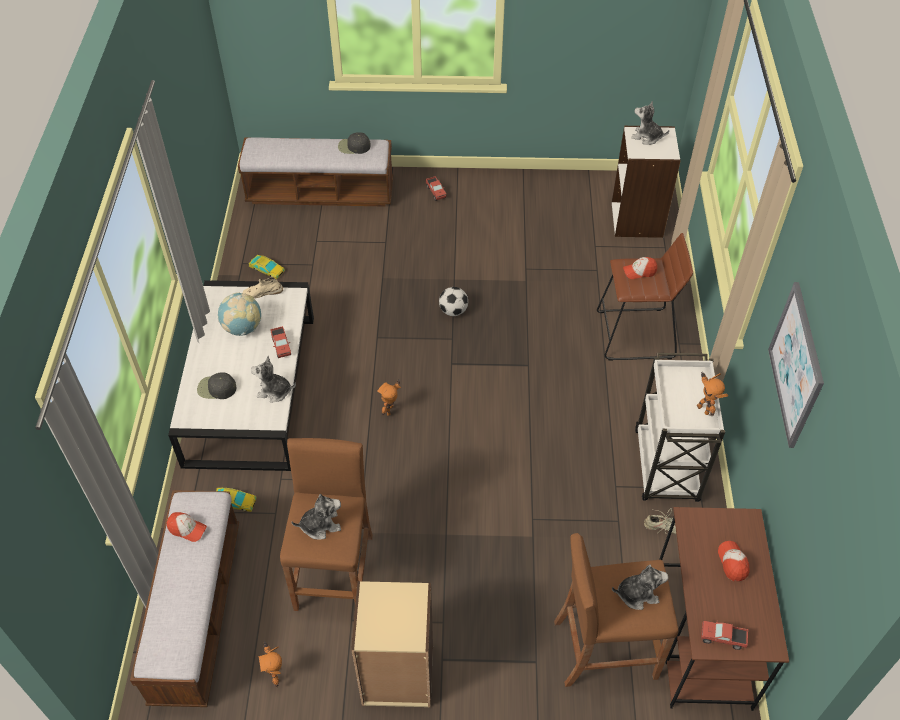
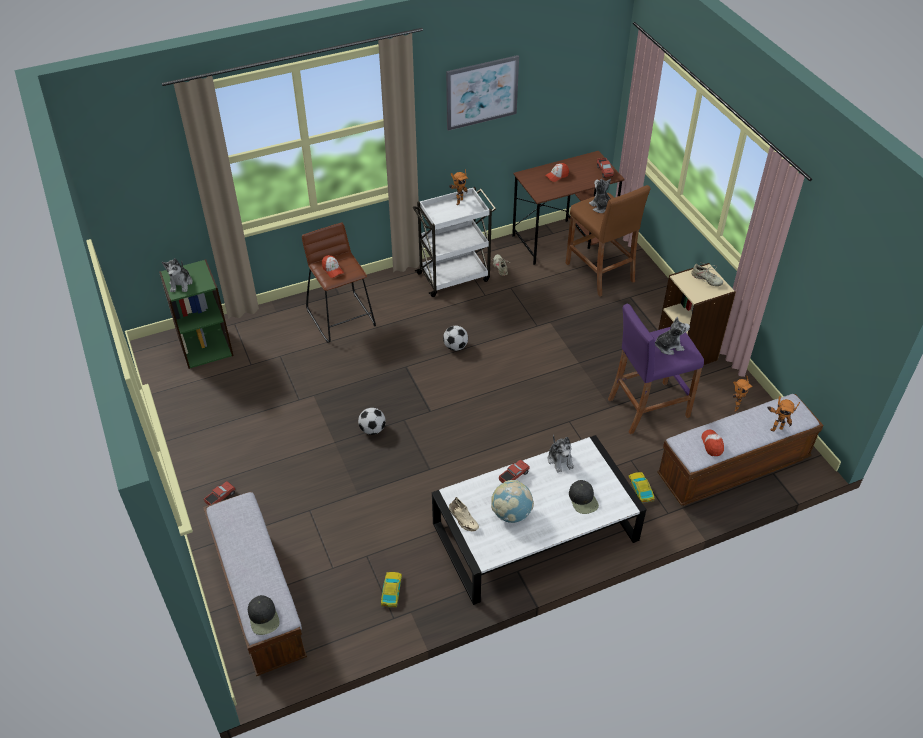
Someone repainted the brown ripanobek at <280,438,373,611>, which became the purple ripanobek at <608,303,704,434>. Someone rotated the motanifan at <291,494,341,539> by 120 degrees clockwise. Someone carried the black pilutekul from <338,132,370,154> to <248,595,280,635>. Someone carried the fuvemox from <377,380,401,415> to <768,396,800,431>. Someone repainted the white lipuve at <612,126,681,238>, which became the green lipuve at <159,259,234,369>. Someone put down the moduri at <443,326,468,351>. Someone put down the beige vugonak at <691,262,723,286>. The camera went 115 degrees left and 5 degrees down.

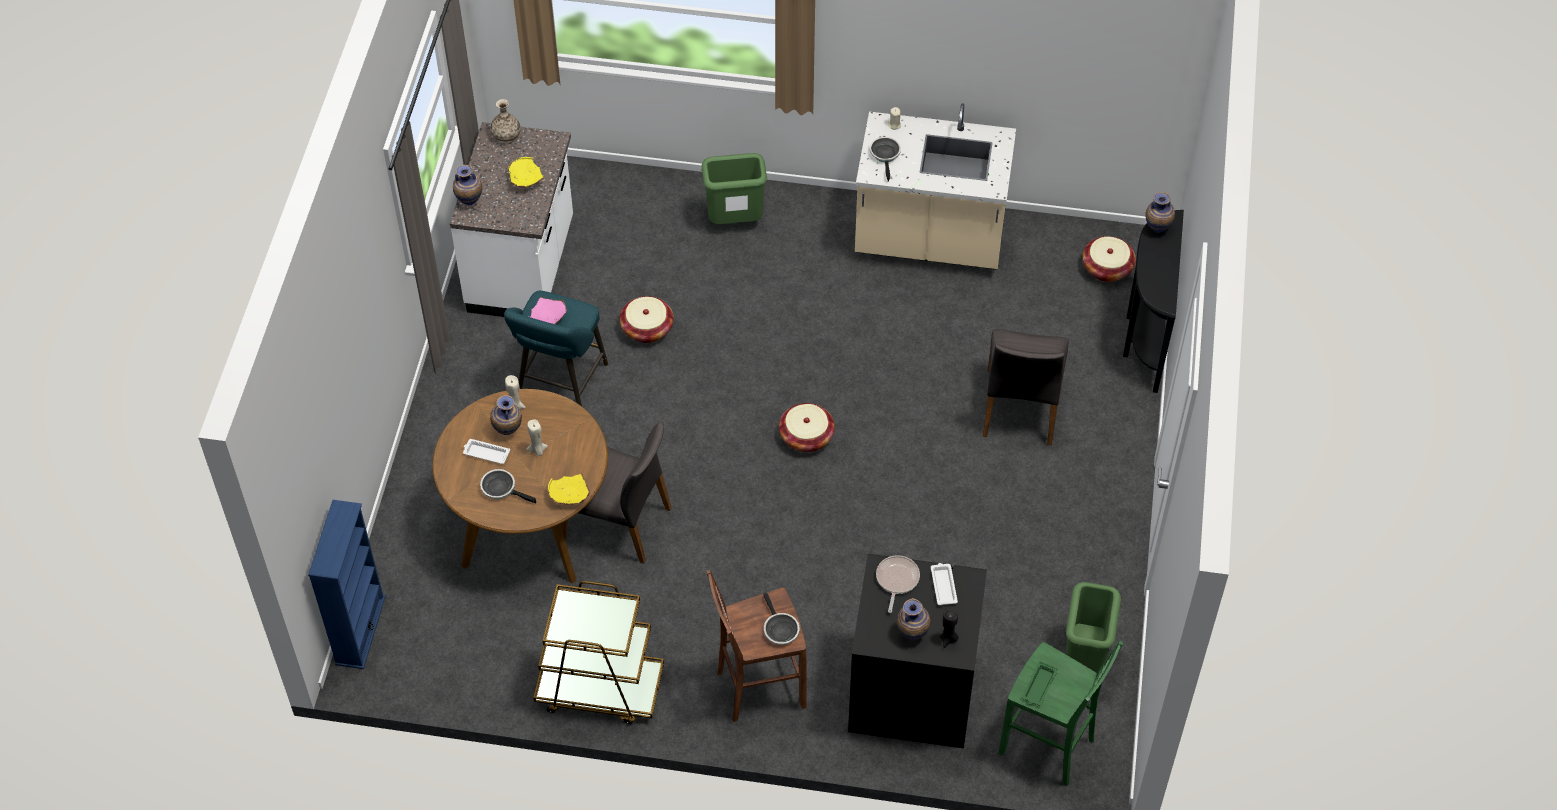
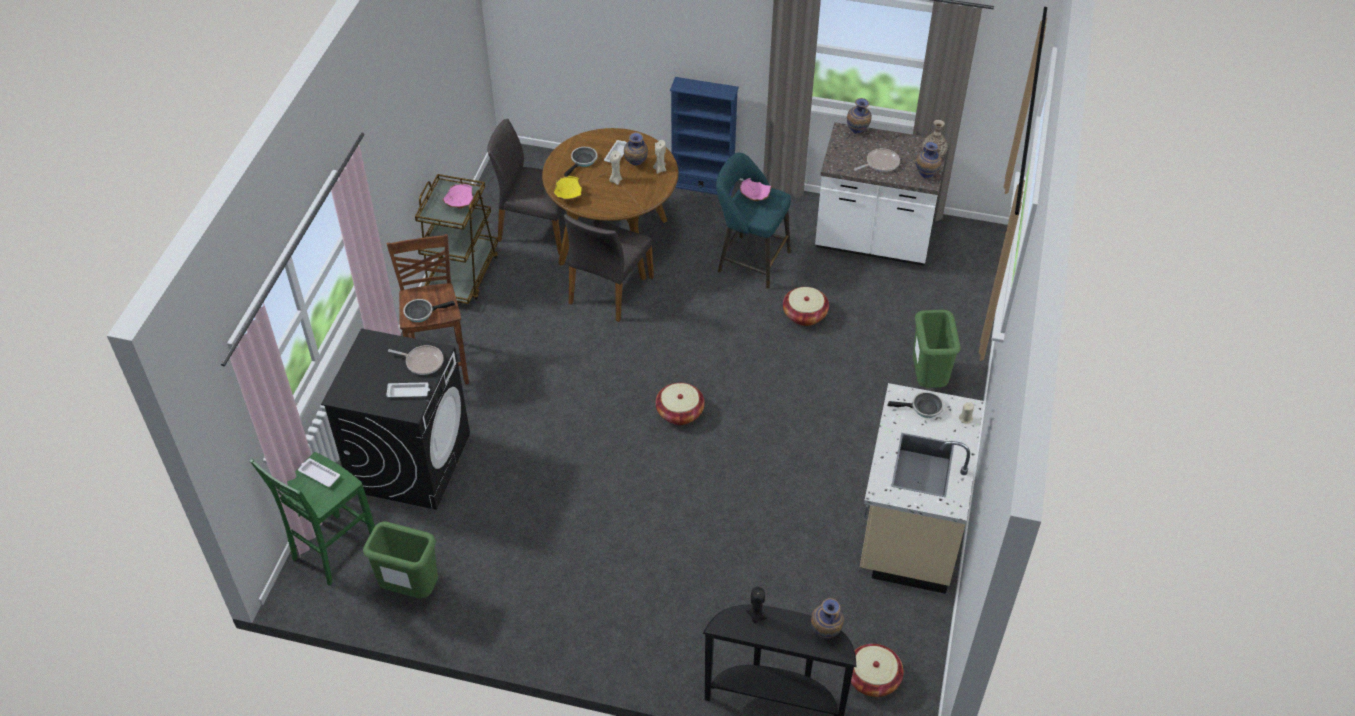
Someone carried the blue lipuve from <308,500,386,669> to <670,77,739,197>. Someone swapped the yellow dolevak at <508,157,544,188> for the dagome at <854,148,900,172>. Someone carried the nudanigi from <897,598,931,640> to <916,141,942,179>. Someone carried the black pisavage from <940,611,959,648> to <746,587,767,623>. Someone carried the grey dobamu from <983,329,1069,445> to <487,119,563,255>. Someone repainted the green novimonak at <1022,661,1058,706>, which became the white novimonak at <298,458,340,487>. Someone put down the pink dolevak at <443,184,473,208>. The camera went 95 degrees right and 5 degrees down.

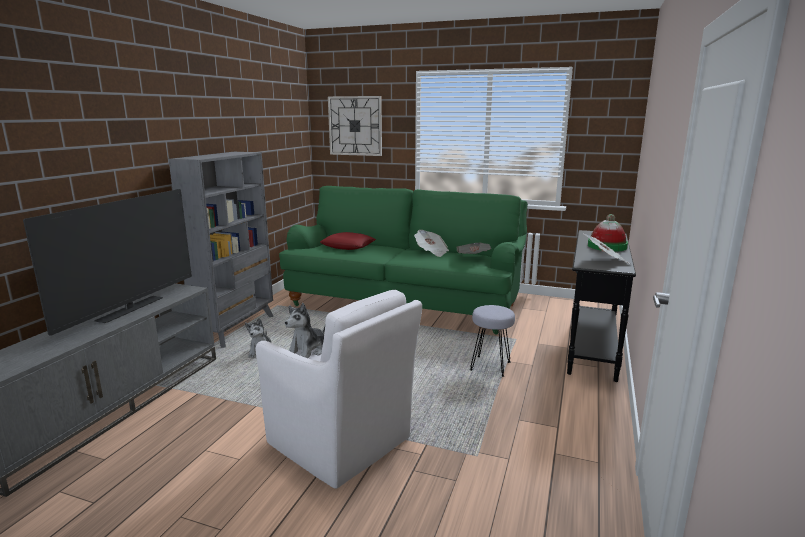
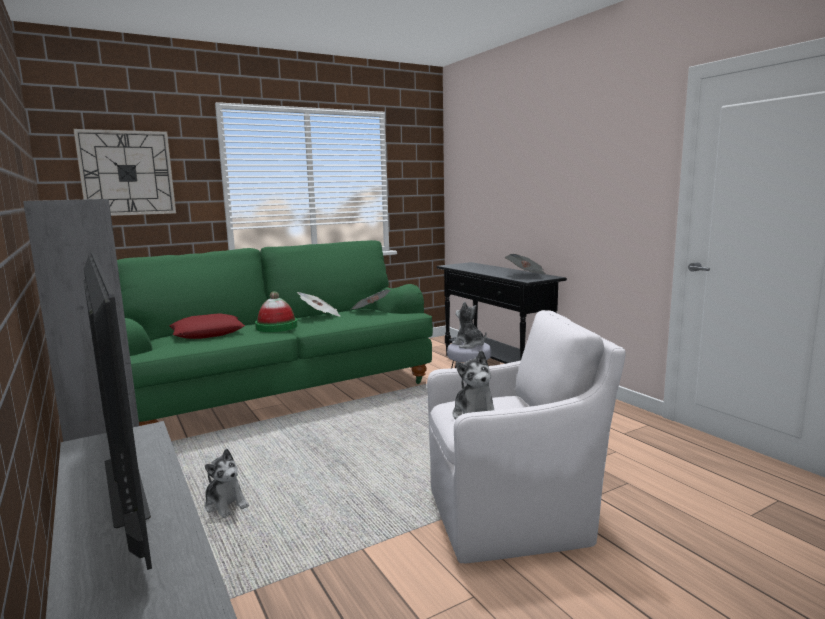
Someone carried the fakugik from <588,214,628,252> to <255,291,297,332>. Someone put down the motanifan at <452,302,486,349>. The camera went 50 degrees left and 5 degrees down.

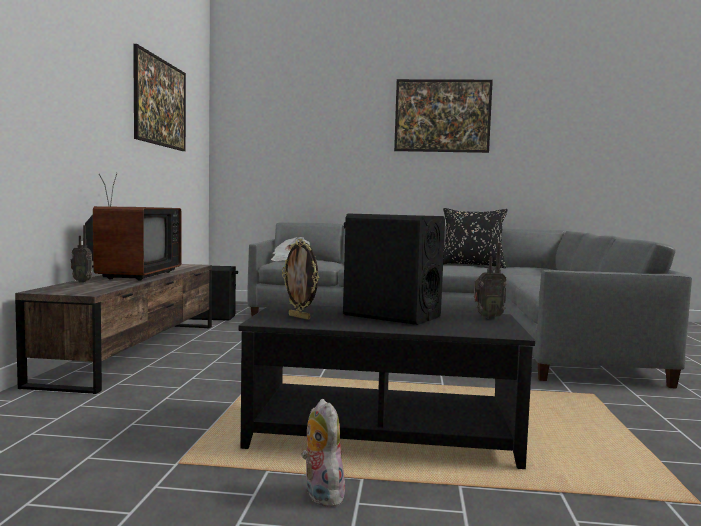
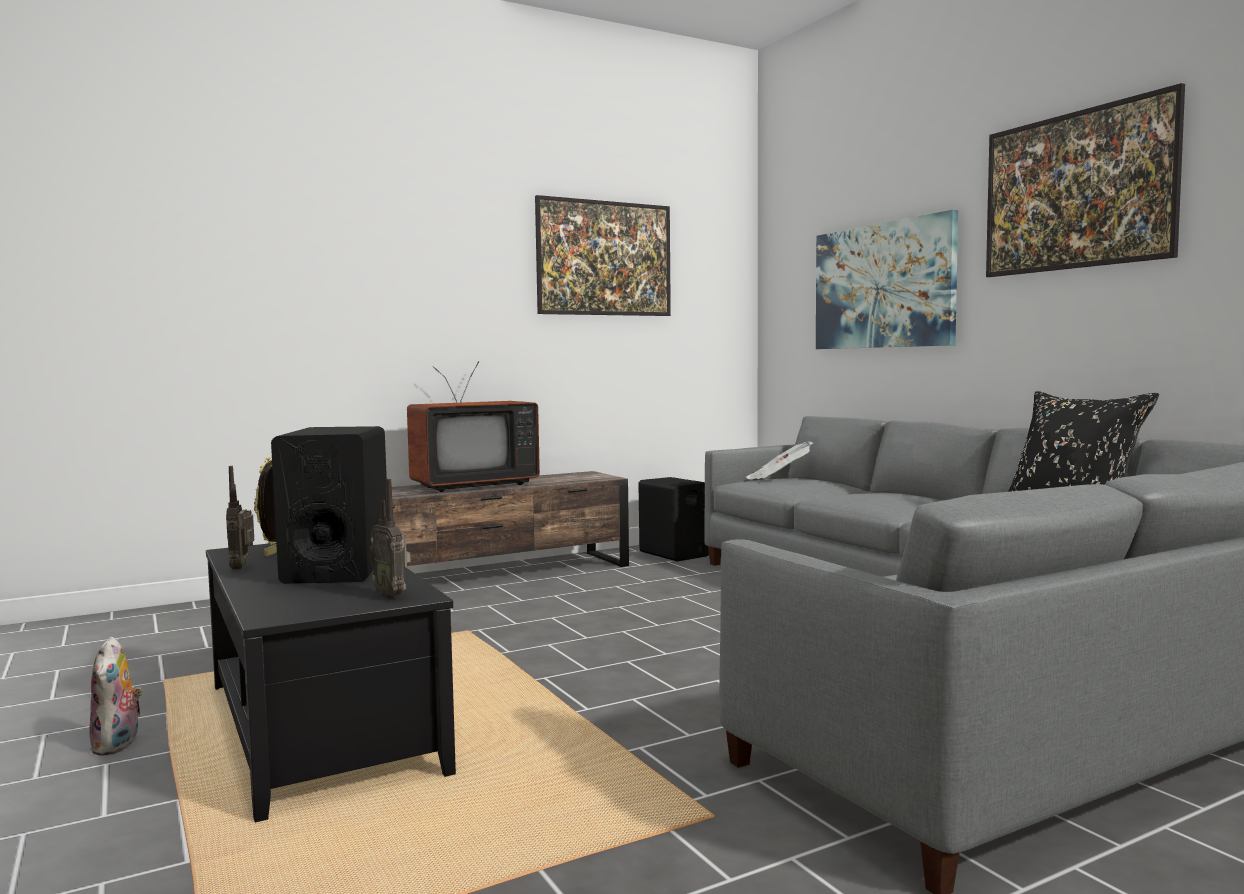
Someone carried the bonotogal from <70,225,94,283> to <226,466,254,570>. Someone rotated the motanifan at <301,399,345,507> by 135 degrees clockwise. Someone put up the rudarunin at <816,210,958,349>. The camera went 55 degrees right and 0 degrees up.

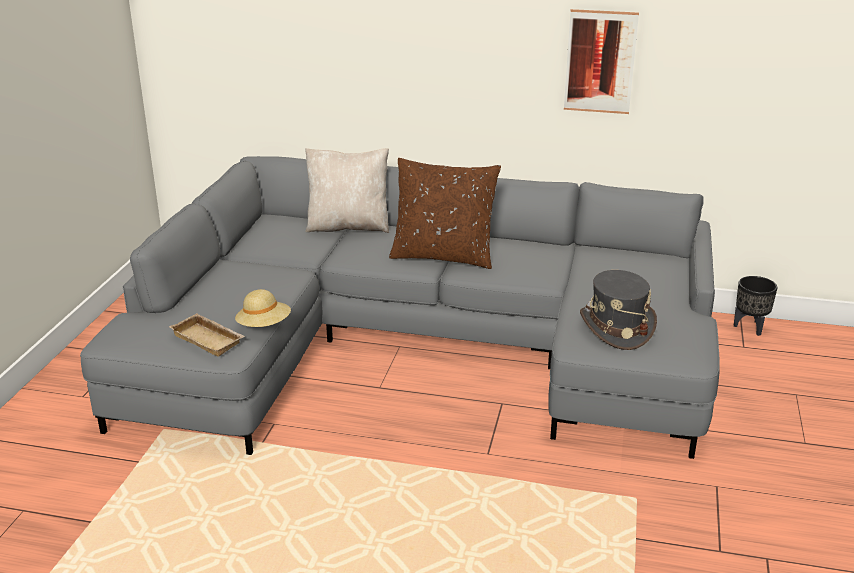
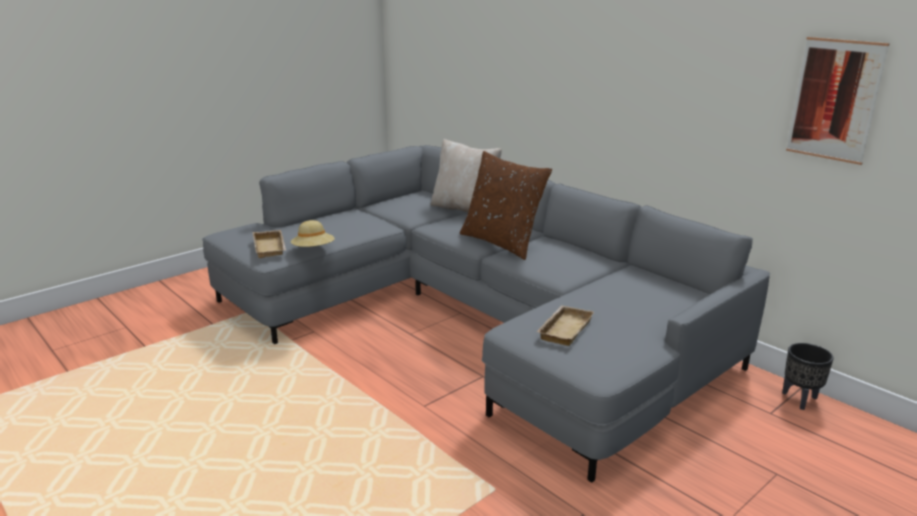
Someone carried the rudarunin from <564,9,639,114> to <786,37,890,165>. Someone swapped the grey fakugik at <580,270,657,350> for the beige novimonak at <537,305,594,346>. The camera went 35 degrees right and 5 degrees down.

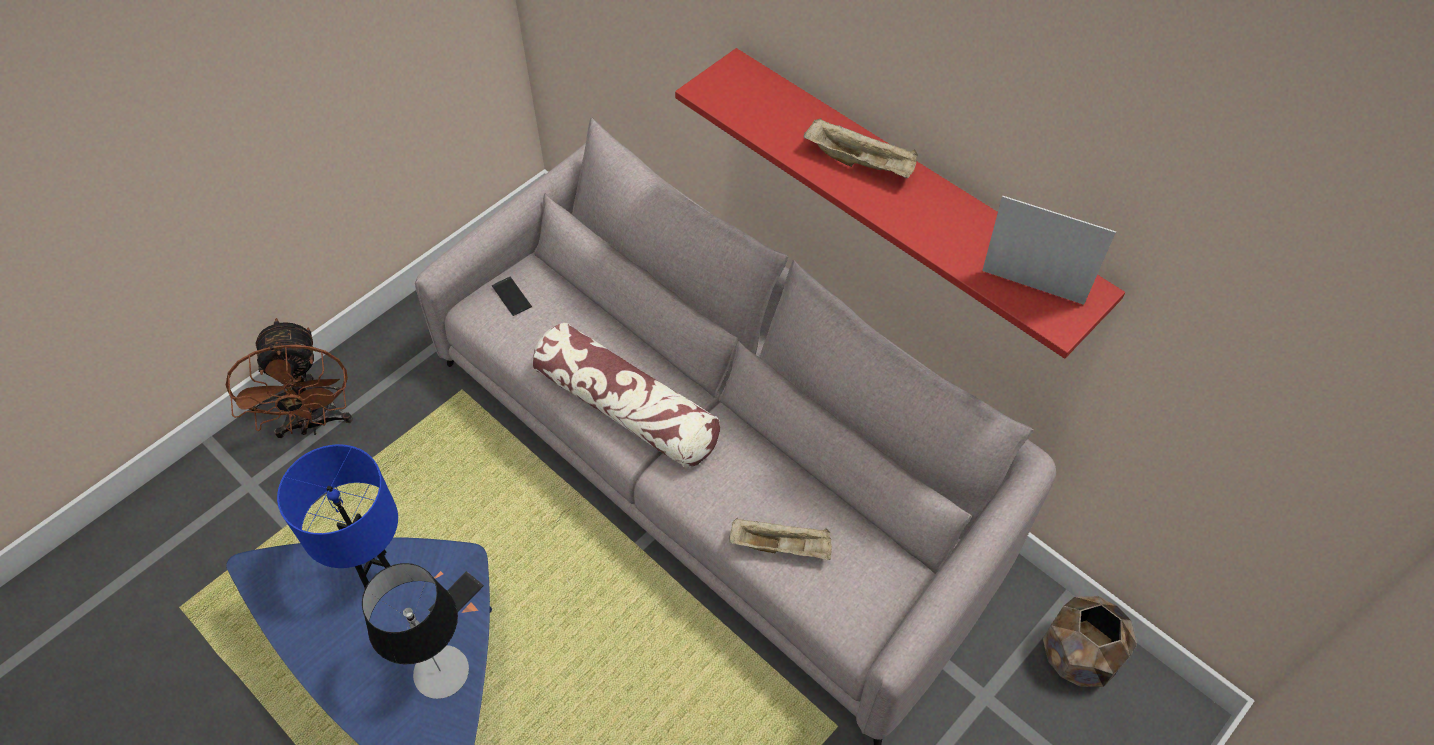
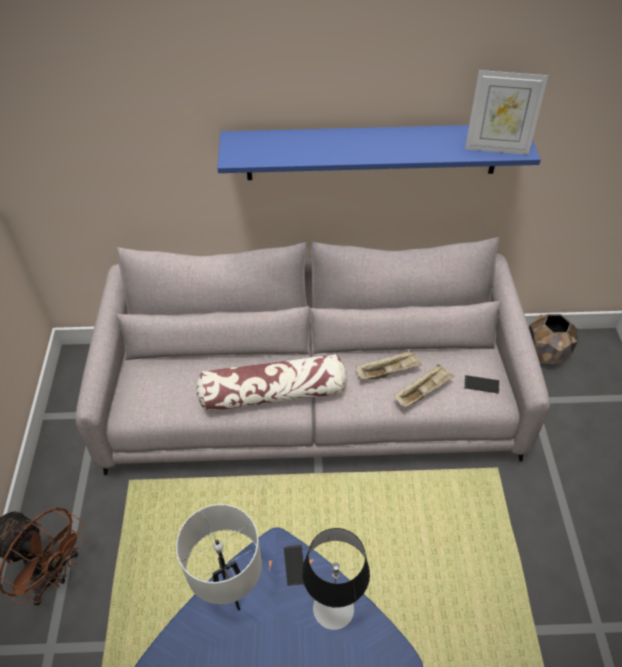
Someone repainted the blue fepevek at <277,444,398,588>, which became the white fepevek at <176,504,262,611>. Someone carried the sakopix from <492,277,532,316> to <464,375,499,393>. Someone repainted the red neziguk at <675,48,1125,359>, which became the blue neziguk at <217,125,541,180>. Someone carried the beige novimonak from <803,118,918,178> to <356,350,422,380>. Someone rotated the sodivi at <982,195,1116,305> by 150 degrees counterclockwise. The camera went 45 degrees left and 5 degrees down.

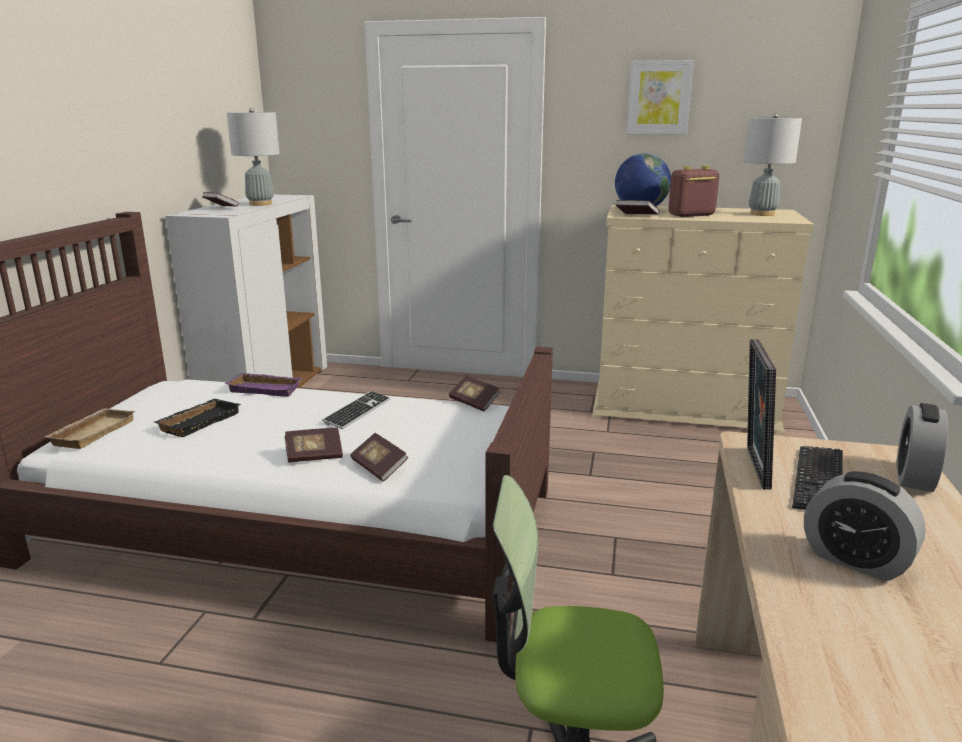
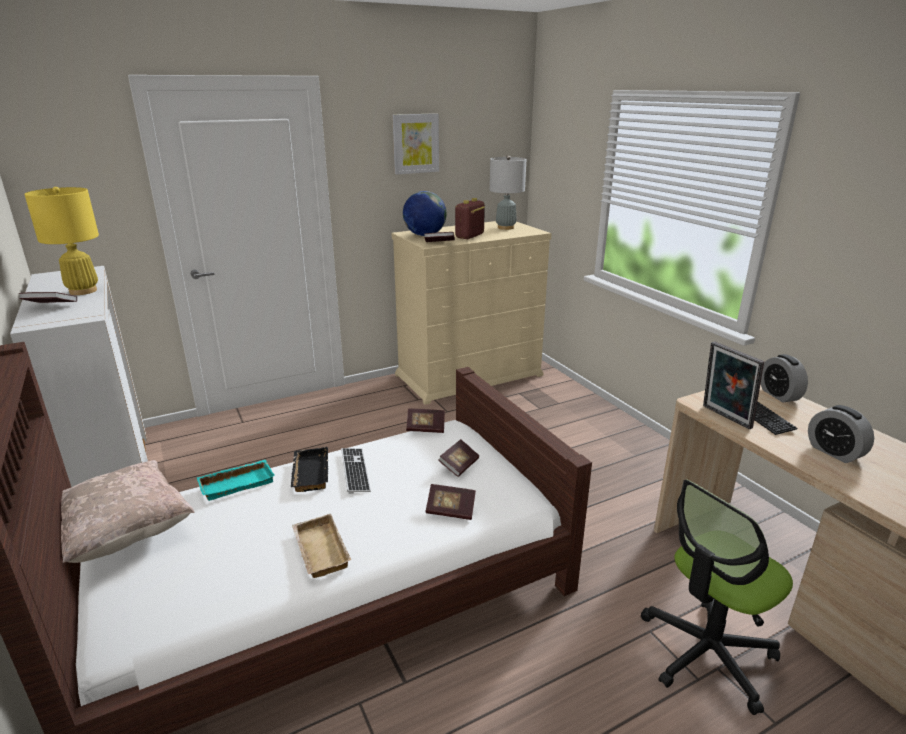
Someone carried the beige novimonak from <44,408,136,449> to <292,514,351,578>. Someone carried the black novimonak from <155,399,241,437> to <291,447,328,492>. Someone repainted the purple novimonak at <225,373,303,397>, which became the turquoise novimonak at <196,460,275,501>. Someone repainted the grey fepevek at <227,108,280,206>, which became the yellow fepevek at <24,187,99,295>. Someone carried the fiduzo from <284,428,343,462> to <438,439,479,477>. Someone rotated the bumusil at <804,471,926,581> by 60 degrees clockwise. Someone put down the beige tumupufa at <61,460,195,563>. The camera went 40 degrees left and 5 degrees up.

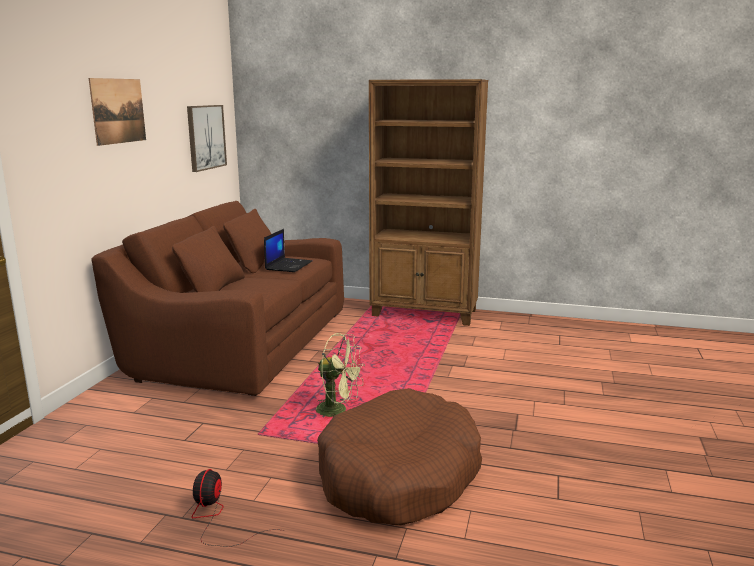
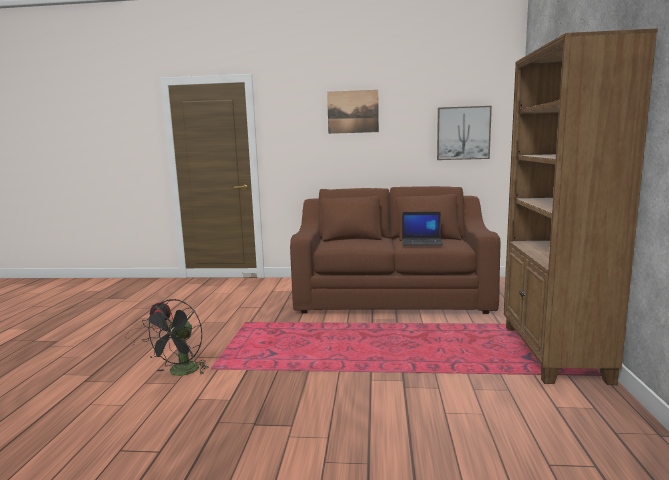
Someone took away the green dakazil at <316,333,365,417>. Someone swapped the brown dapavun at <317,388,482,526> for the black dakazil at <142,299,209,376>. The camera went 80 degrees right and 5 degrees down.

